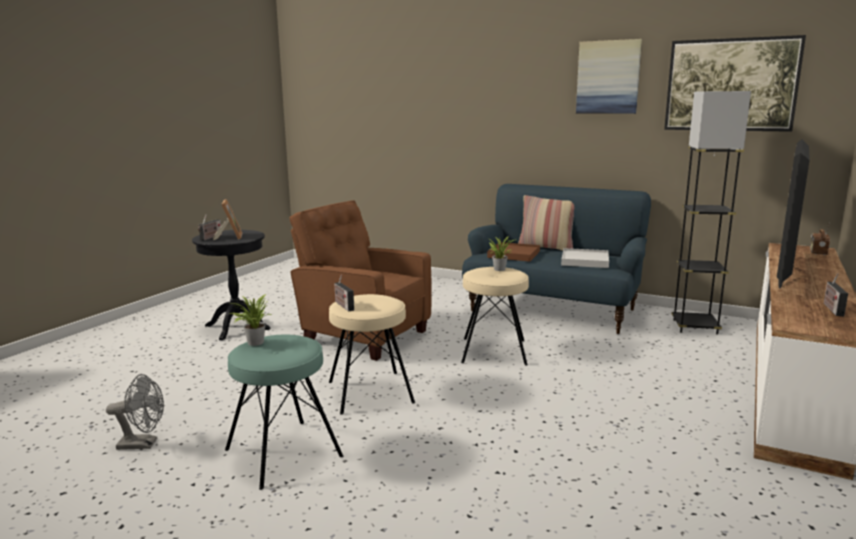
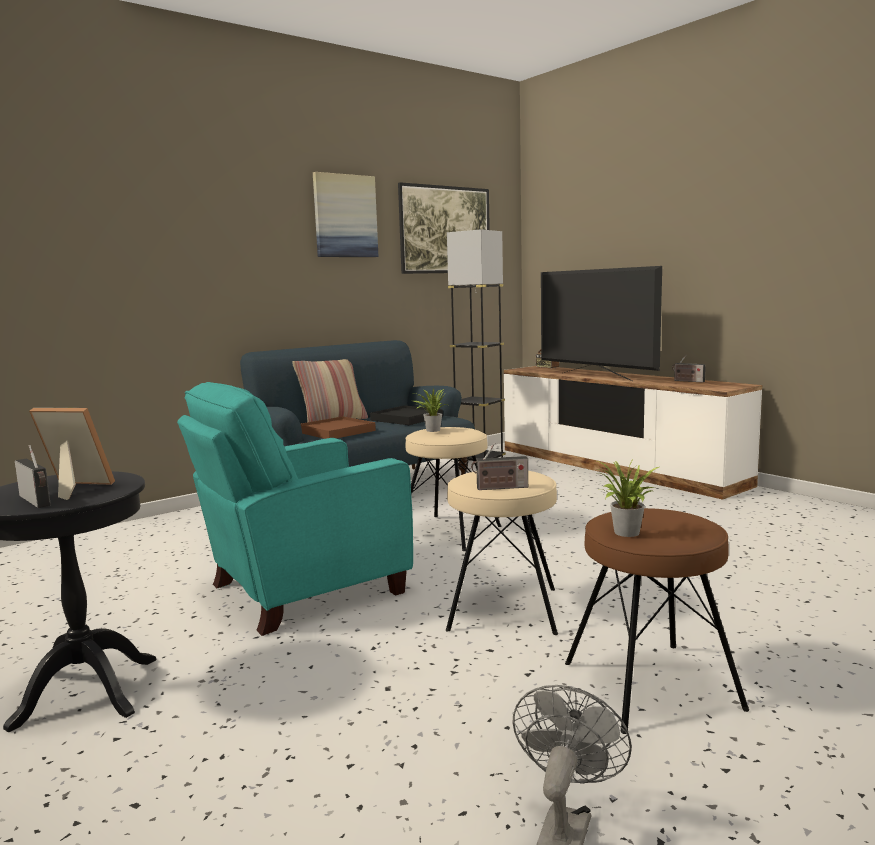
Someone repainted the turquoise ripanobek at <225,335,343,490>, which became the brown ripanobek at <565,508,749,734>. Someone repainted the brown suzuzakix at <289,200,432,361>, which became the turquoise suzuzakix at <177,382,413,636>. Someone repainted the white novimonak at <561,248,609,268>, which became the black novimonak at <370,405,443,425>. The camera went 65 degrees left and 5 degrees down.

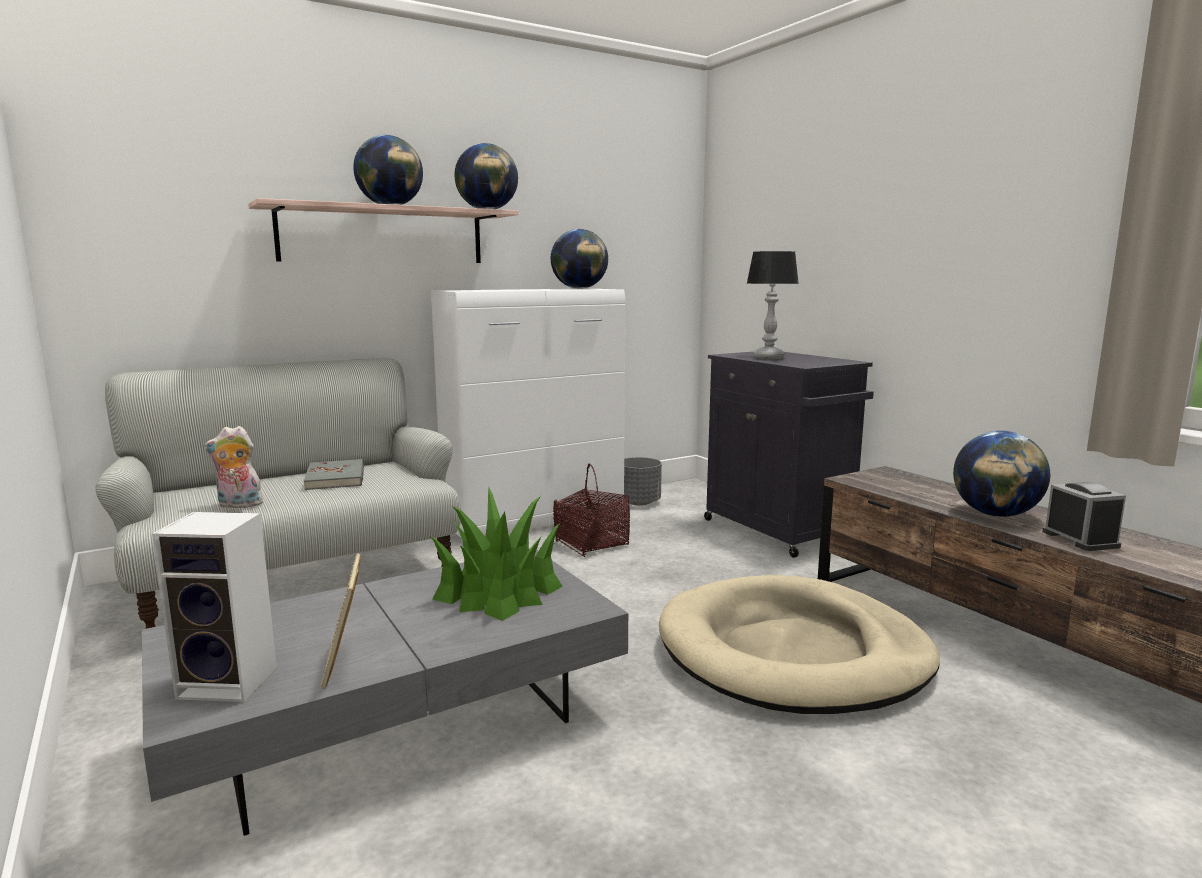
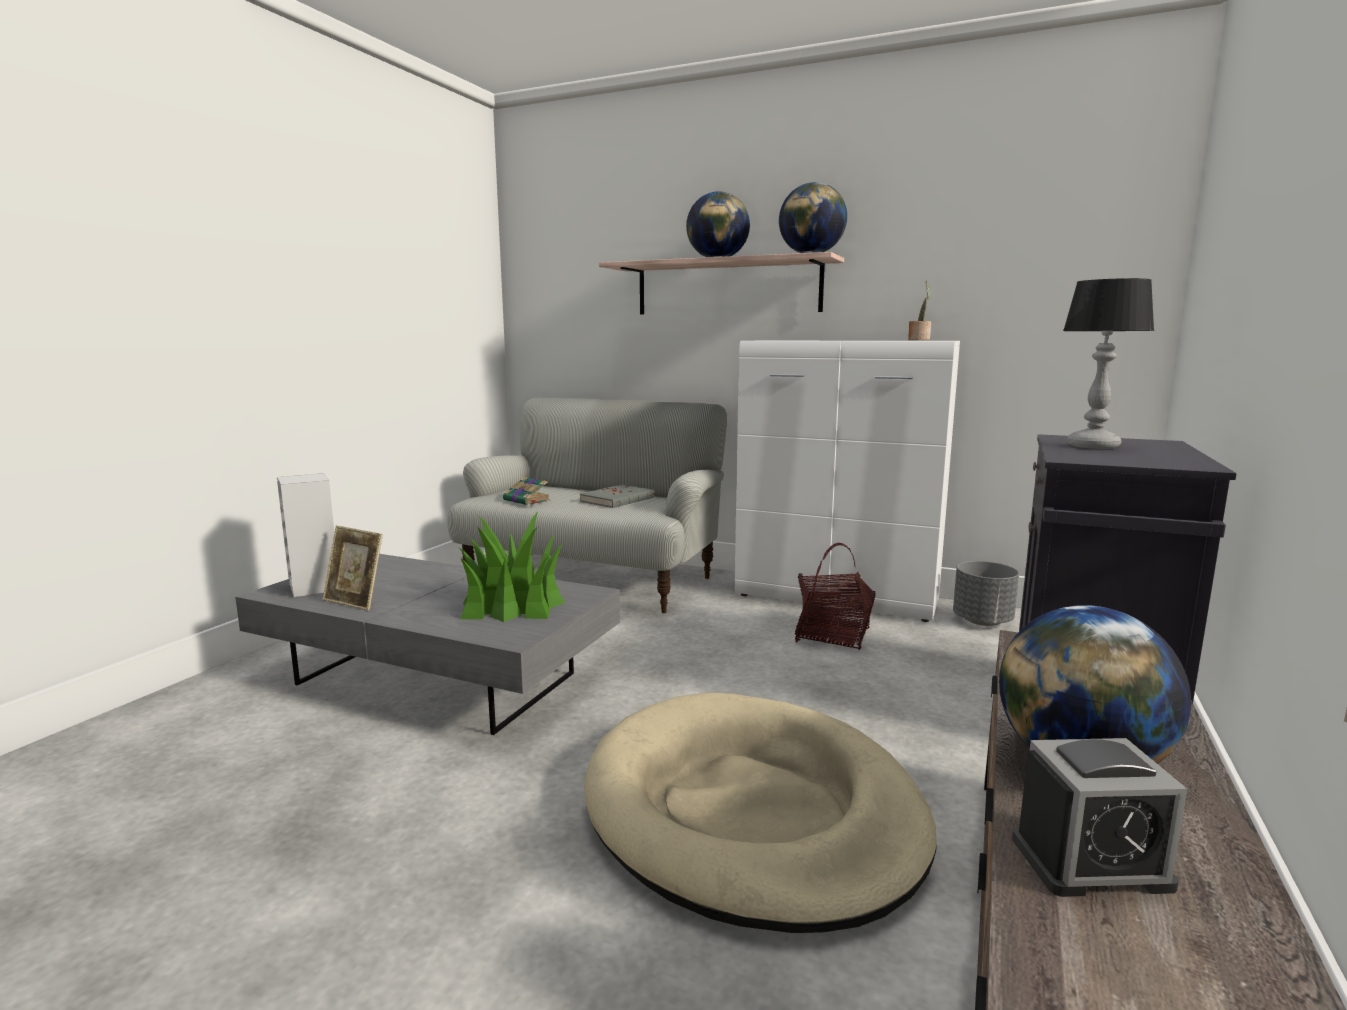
Someone swapped the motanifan at <204,426,263,508> for the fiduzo at <503,477,550,505>. Someone rotated the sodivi at <320,553,361,689> by 105 degrees counterclockwise. Someone swapped the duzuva at <551,229,608,289> for the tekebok at <908,280,932,340>. Someone rotated the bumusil at <1042,482,1126,551> by 45 degrees clockwise. The camera went 55 degrees right and 0 degrees up.

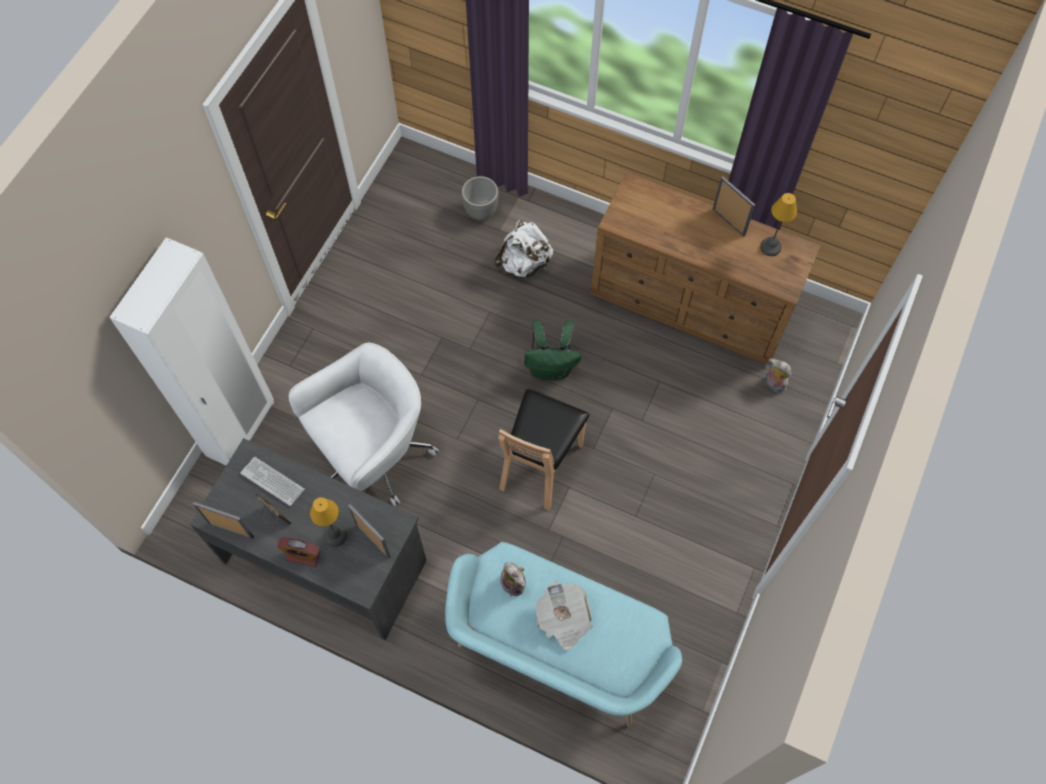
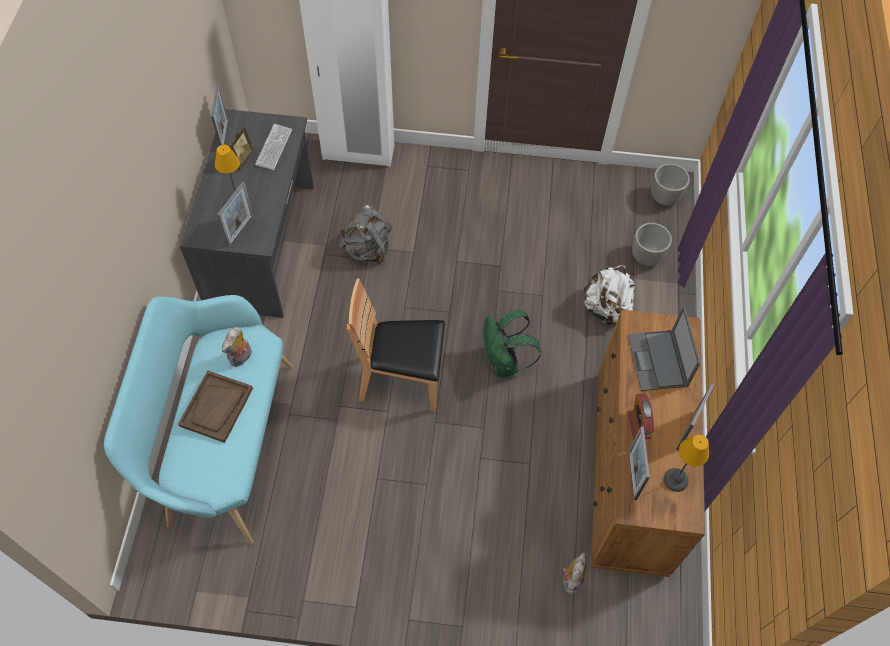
Someone carried the bumusil from <277,538,321,567> to <628,393,654,440>. Someone swapped the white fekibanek at <289,343,439,506> for the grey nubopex at <339,205,392,264>. Someone swapped the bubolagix at <536,582,593,650> for the brown novimonak at <178,370,253,443>. Someone put down the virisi at <628,306,701,391>. Someone put down the sodivi at <629,427,650,500>. Someone put down the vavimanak at <651,163,690,206>. The camera went 70 degrees right and 5 degrees down.

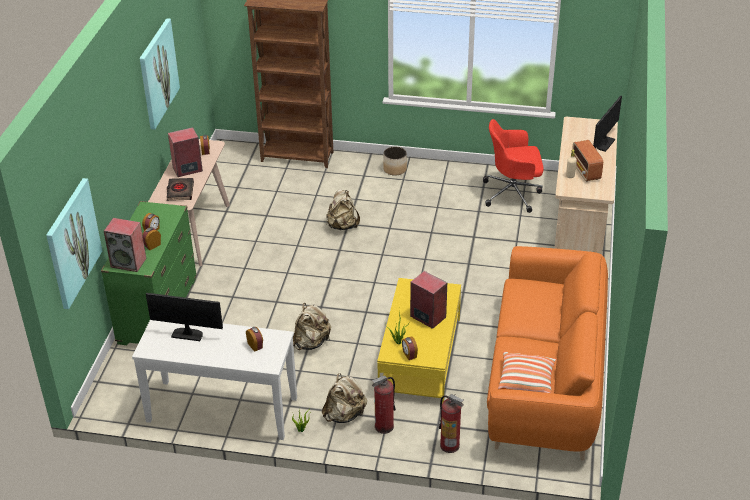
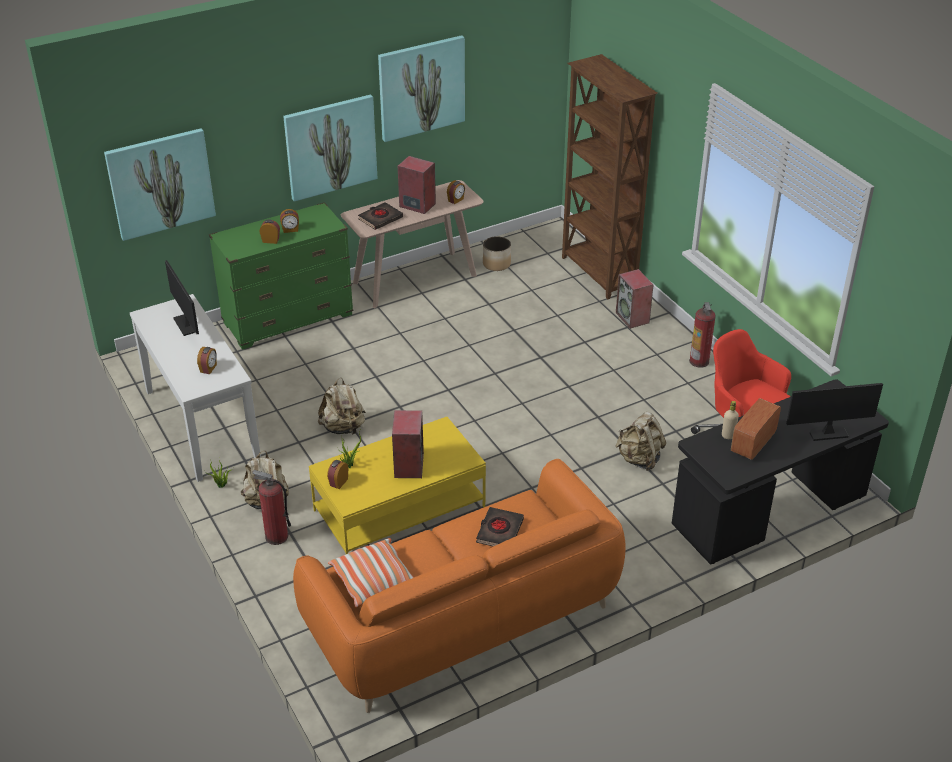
Someone carried the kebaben from <104,218,146,272> to <616,269,654,329>. Someone carried the beige nubopex from <326,189,360,230> to <615,412,666,471>. Someone carried the vavimanak from <383,147,407,176> to <483,236,511,271>. Someone carried the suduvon from <439,394,464,453> to <689,302,716,368>. Someone repainted the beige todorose at <555,117,618,255>, which became the black todorose at <672,379,889,565>. Someone put up the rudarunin at <283,95,377,202>. Someone put down the black fiduzo at <476,507,524,546>. The camera went 50 degrees right and 0 degrees up.

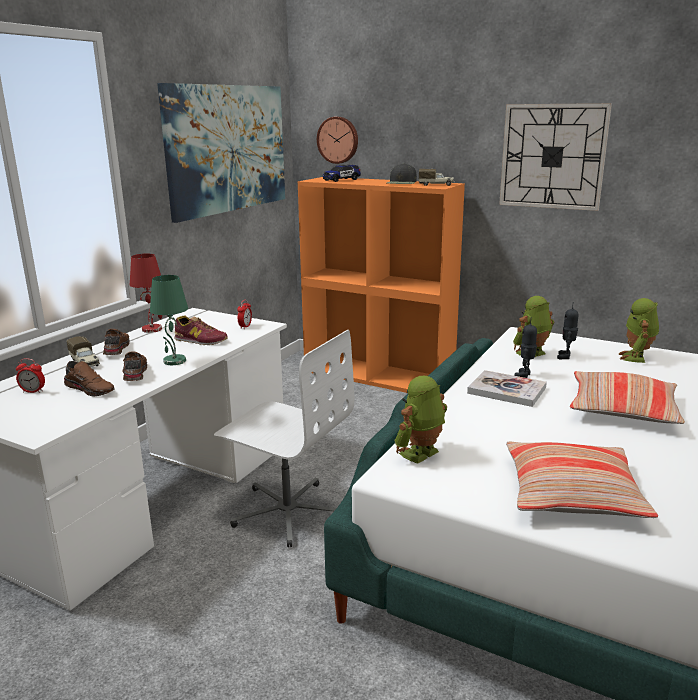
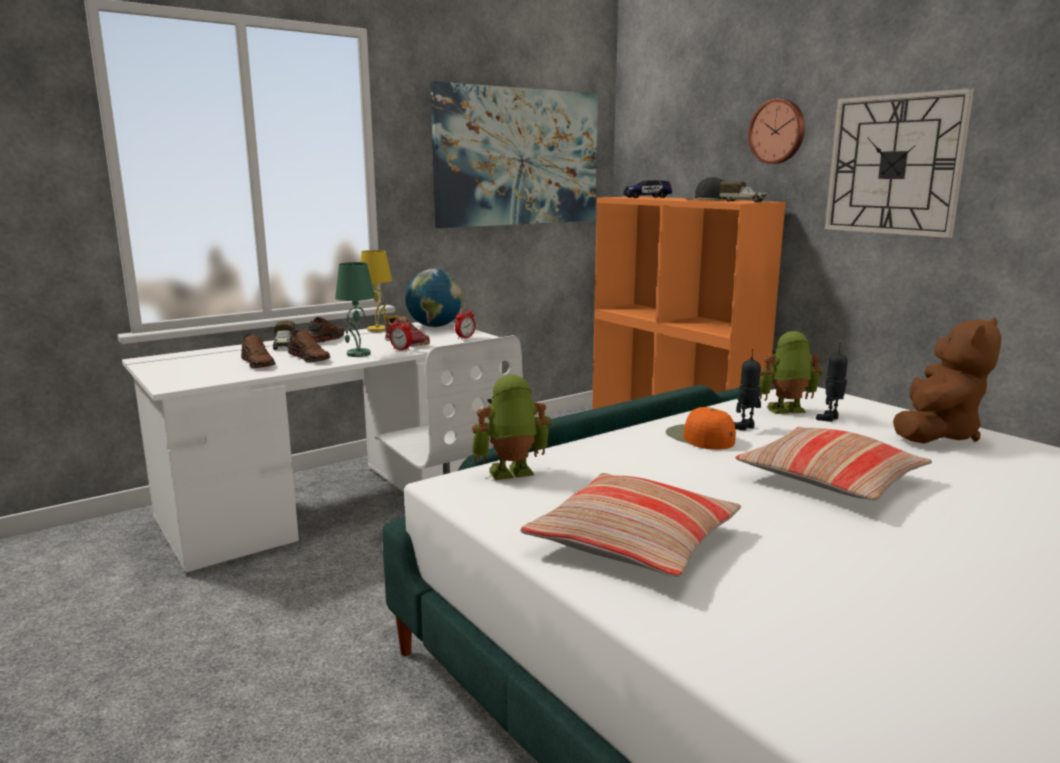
Someone carried the bumusil from <16,358,45,393> to <390,317,412,351>. Someone rotated the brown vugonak at <122,351,147,381> by 120 degrees clockwise. Someone repainted the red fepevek at <130,253,162,333>, which became the yellow fepevek at <360,250,392,332>. Someone carried the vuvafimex from <317,117,358,164> to <748,99,805,164>. Someone swapped the fiduzo at <467,370,547,407> for the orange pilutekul at <666,407,736,450>. Someone swapped the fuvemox at <619,298,659,363> for the brown motanifan at <893,317,1002,444>. Someone put down the duzuva at <405,269,463,327>. The camera went 25 degrees right and 5 degrees down.

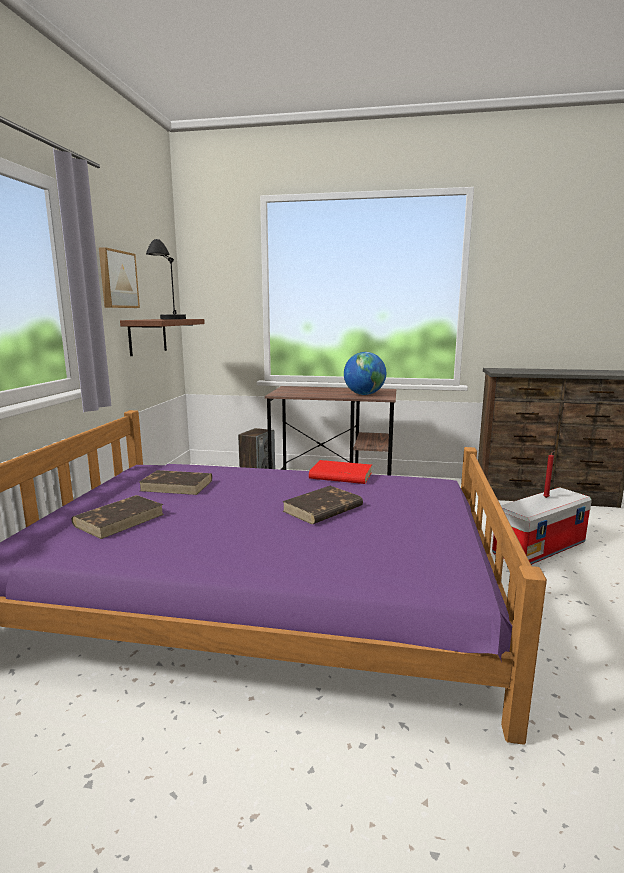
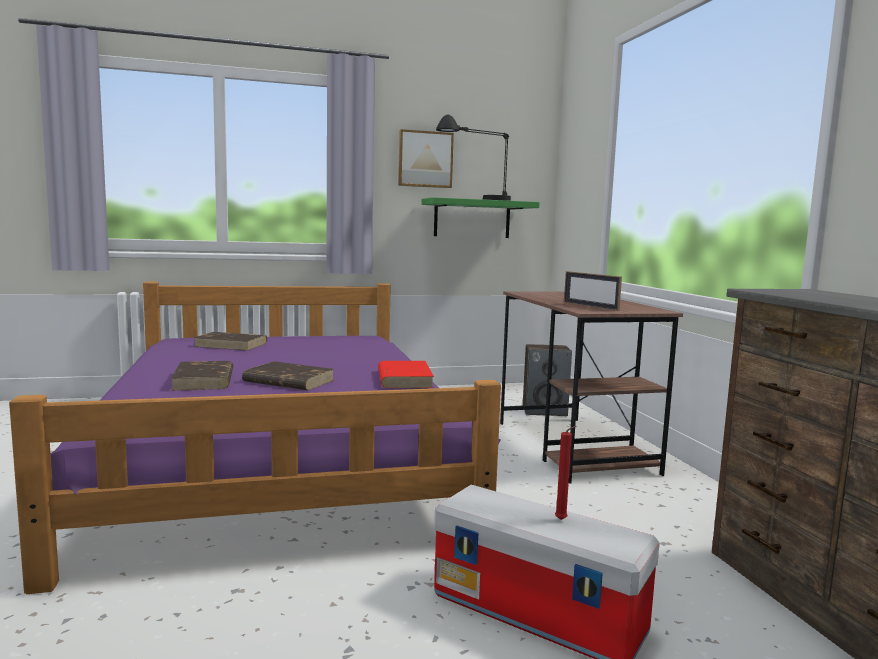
Someone repainted the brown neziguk at <120,319,205,356>, which became the green neziguk at <421,197,540,238>. Someone carried the brown fiduzo from <139,470,212,495> to <170,361,233,391>. Someone swapped the duzuva at <344,352,386,395> for the sodivi at <564,271,622,311>. The camera went 65 degrees right and 5 degrees down.

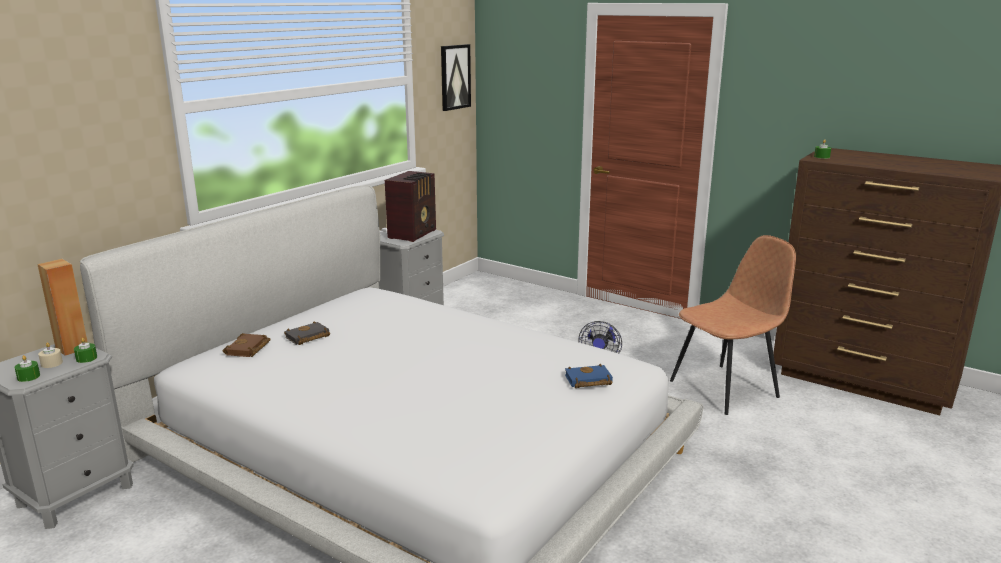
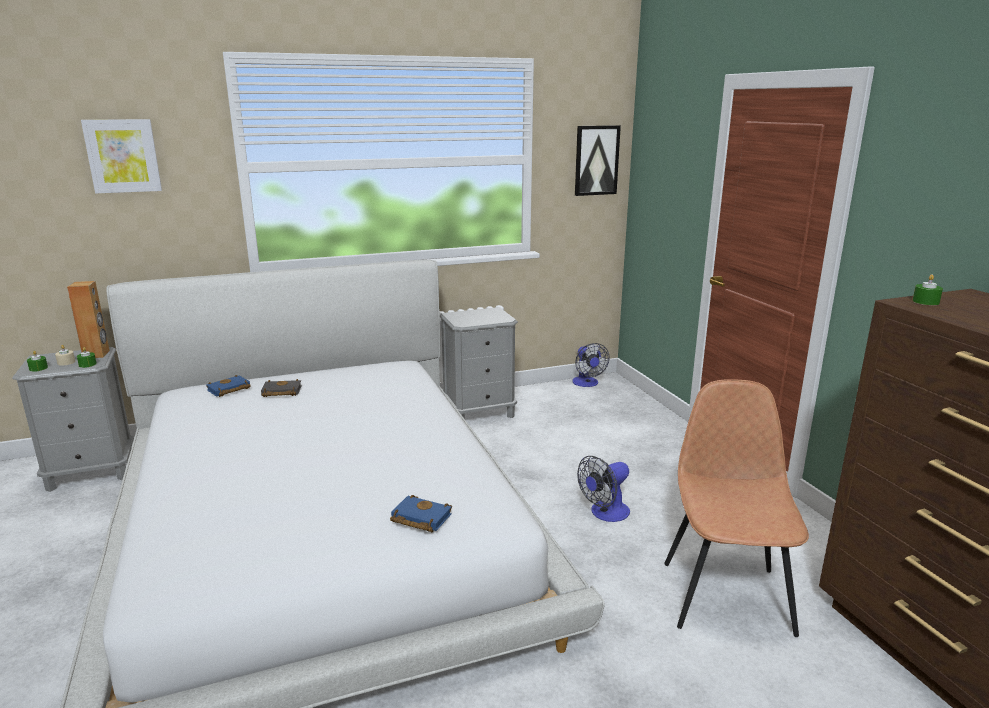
Someone repainted the brown fiduzo at <222,333,271,357>, which became the blue fiduzo at <206,375,251,397>. Someone took away the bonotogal at <385,171,436,242>. Someone rotated the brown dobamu at <670,235,796,415> by 90 degrees counterclockwise. Someone put up the rudarunin at <81,119,162,193>. Someone put down the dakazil at <572,343,610,387>. The camera went 35 degrees right and 0 degrees up.

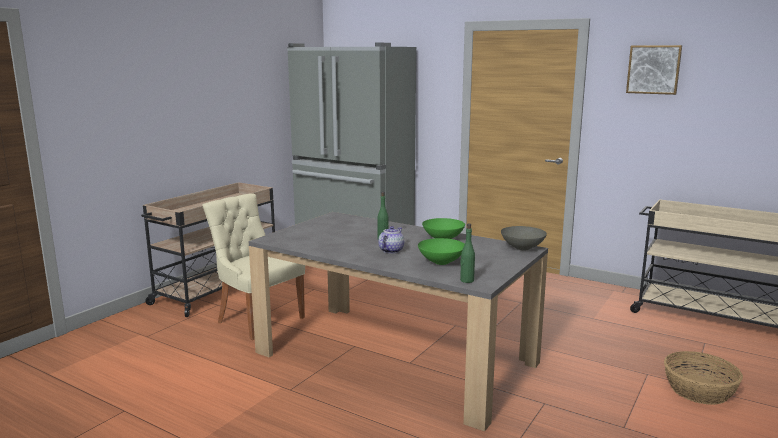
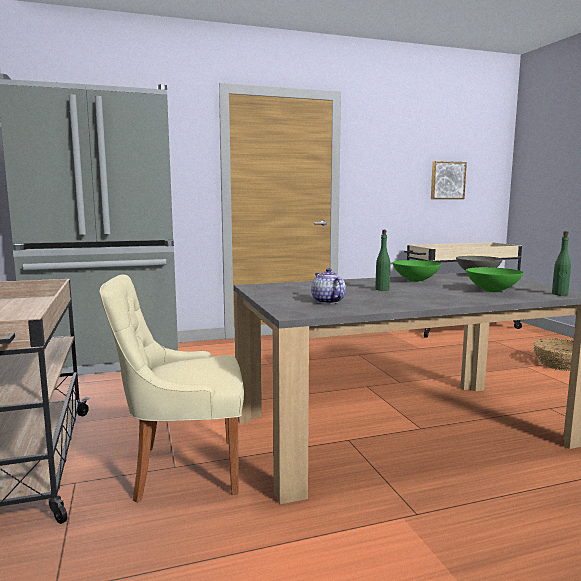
Someone carried the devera from <378,226,404,253> to <311,268,346,304>. Someone carried the rudarunin from <626,45,682,95> to <431,161,467,199>. The camera went 50 degrees left and 5 degrees down.

